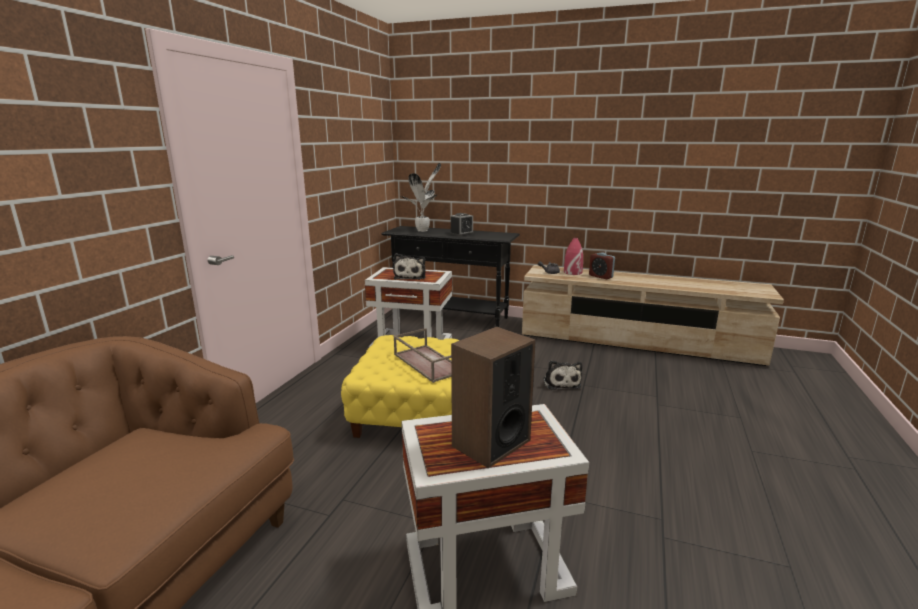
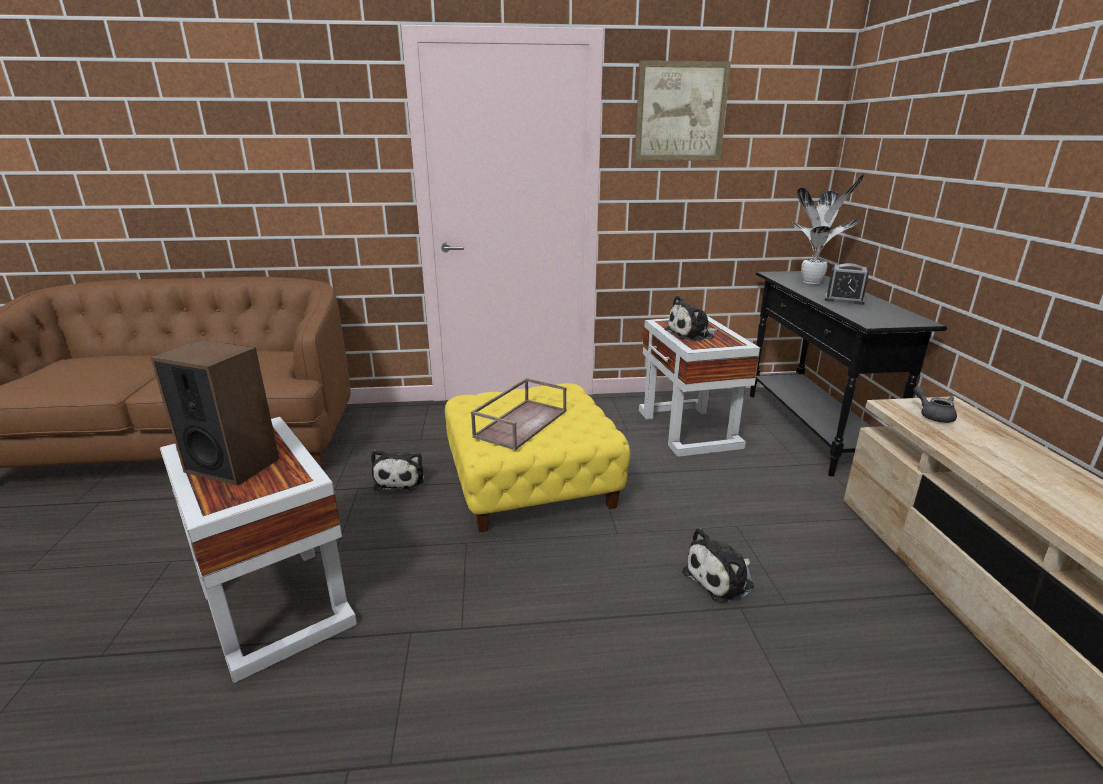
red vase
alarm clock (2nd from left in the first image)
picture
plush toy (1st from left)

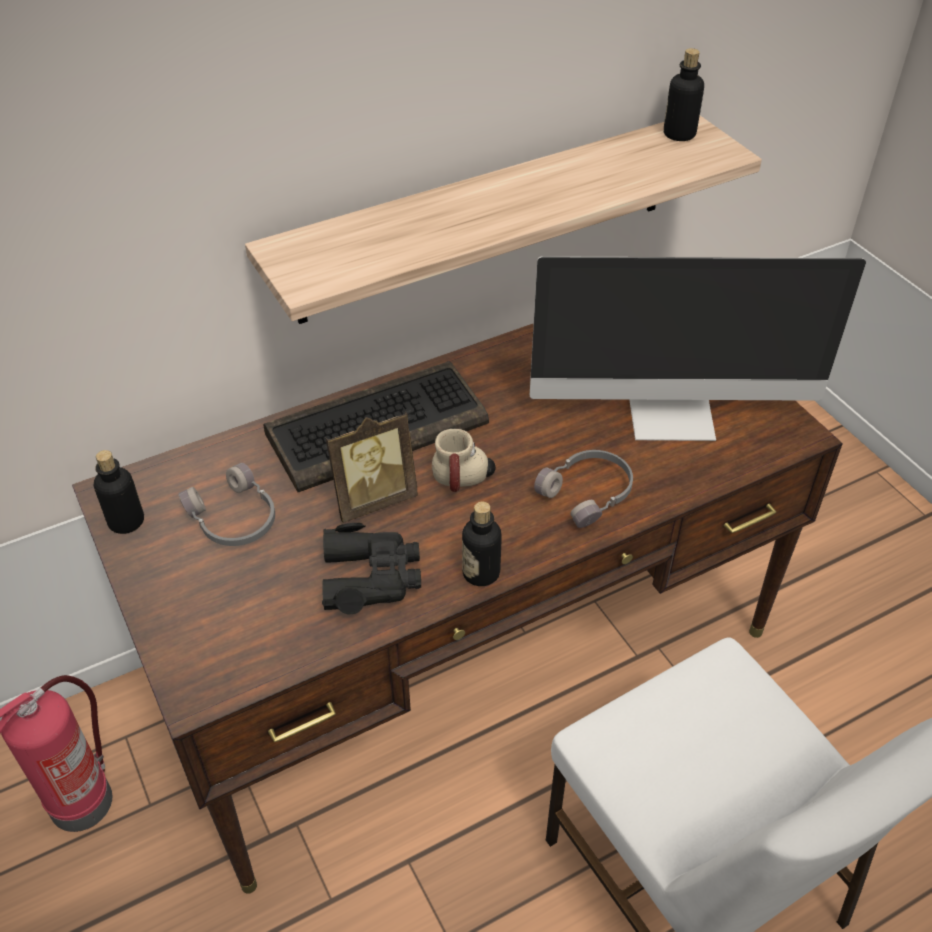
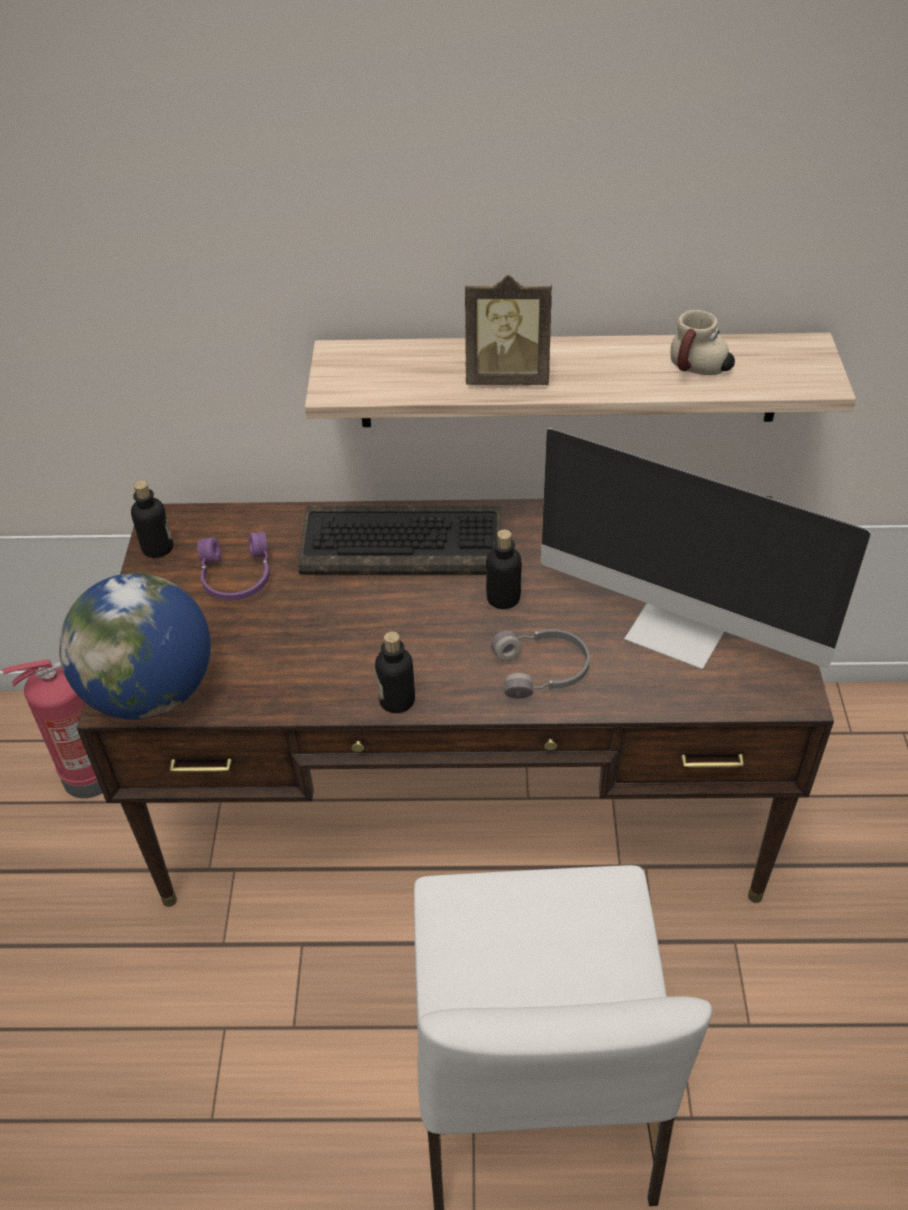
bottle (3rd from left)
picture frame
mug
purple headphones
black binoculars
globe

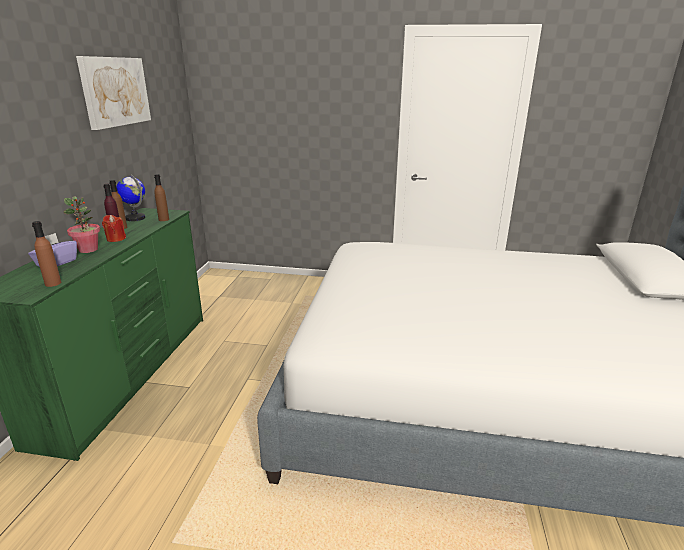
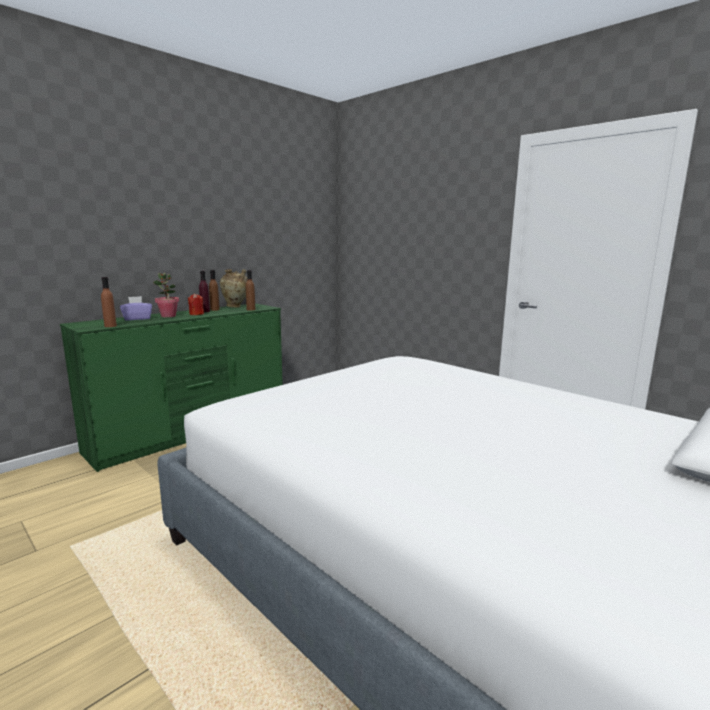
picture
beige vase

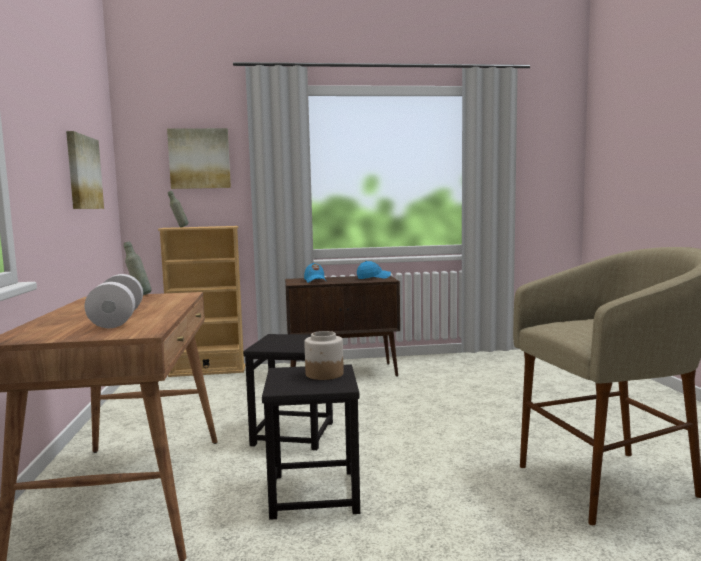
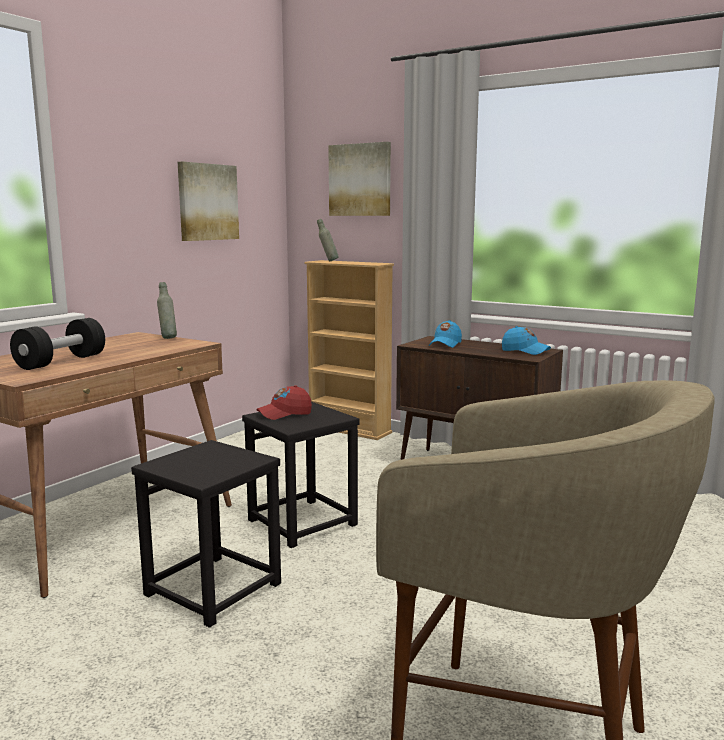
black dumbbell
jar
red cap

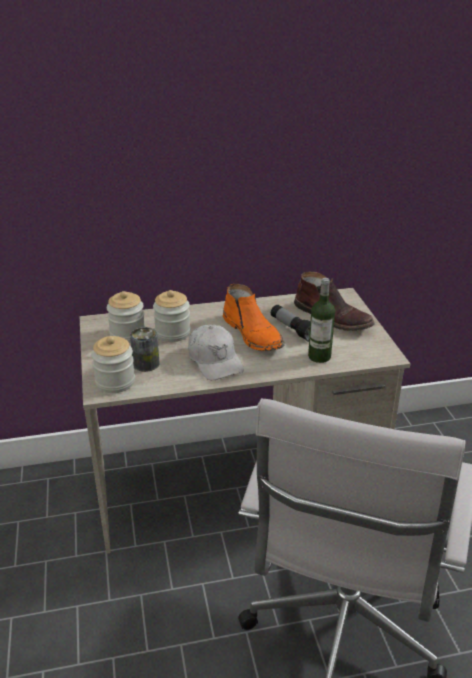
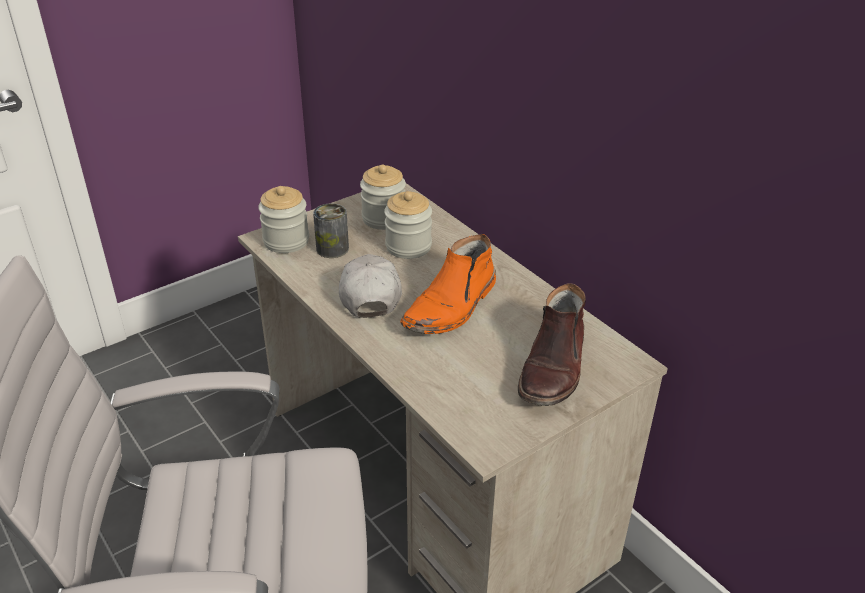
bottle
flashlight
white cap

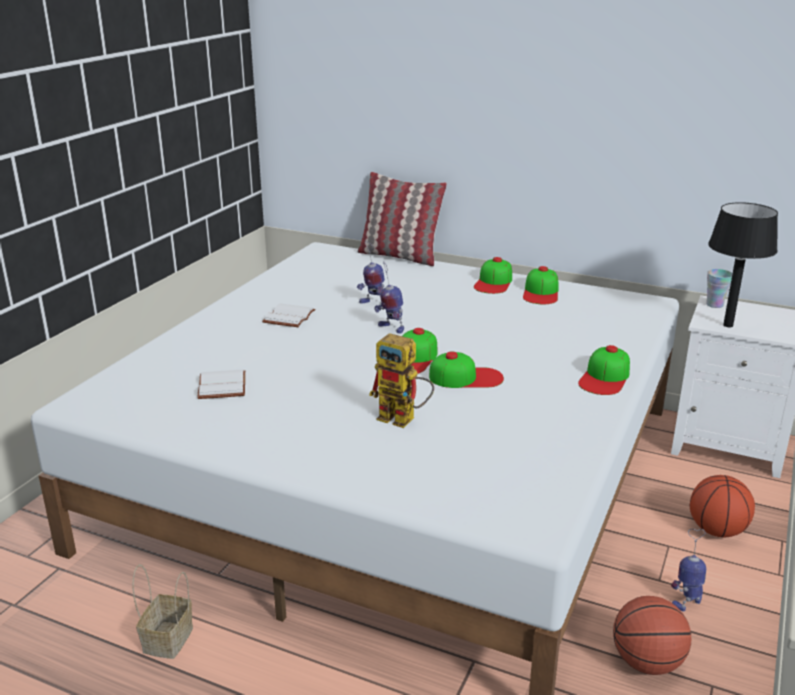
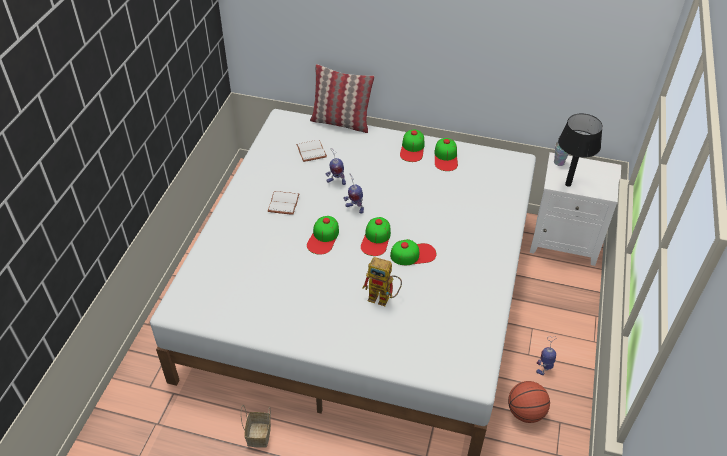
cap (1st from left)
white book (2nd from left)
basketball (2nd from left in the first image)

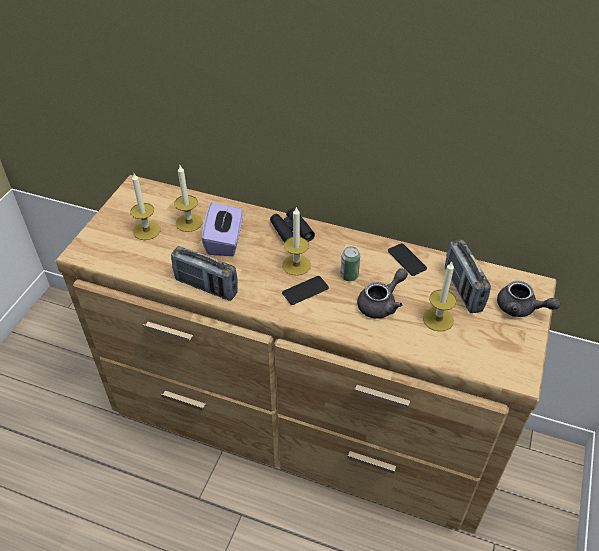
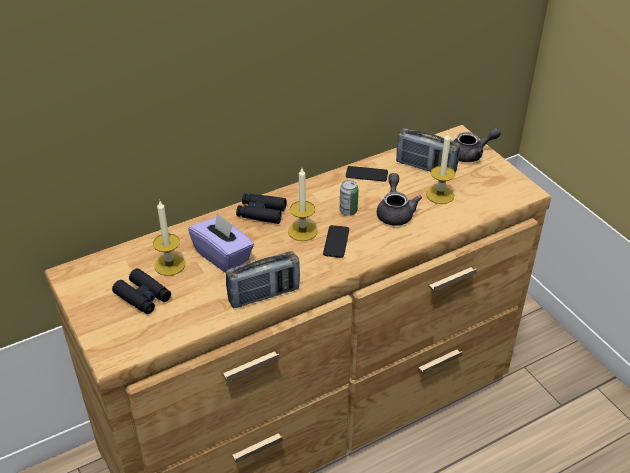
black binoculars (1st from left)

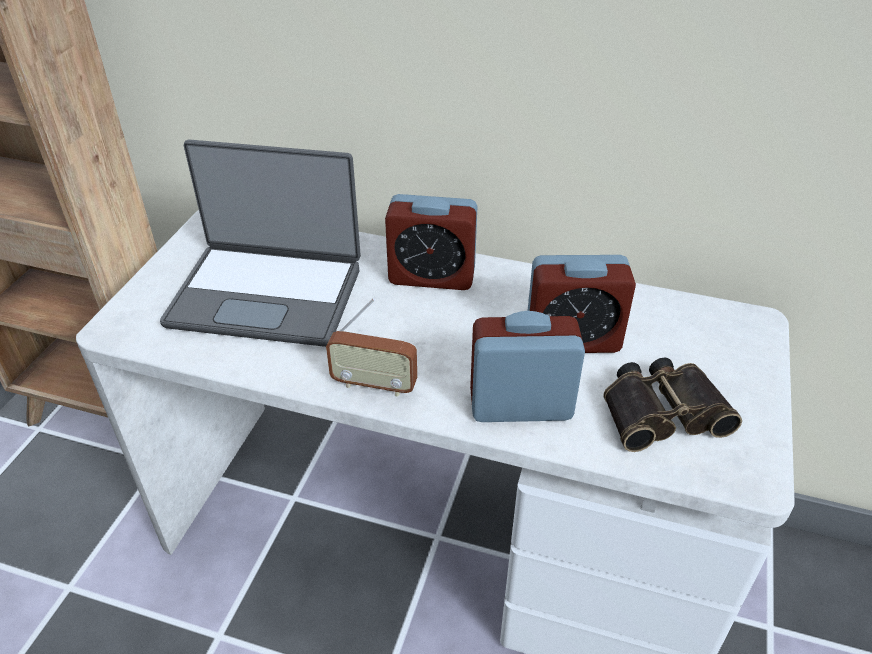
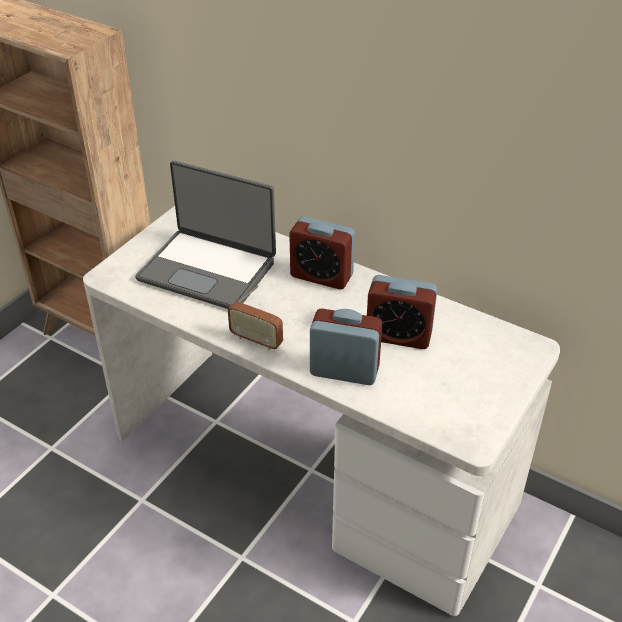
binoculars

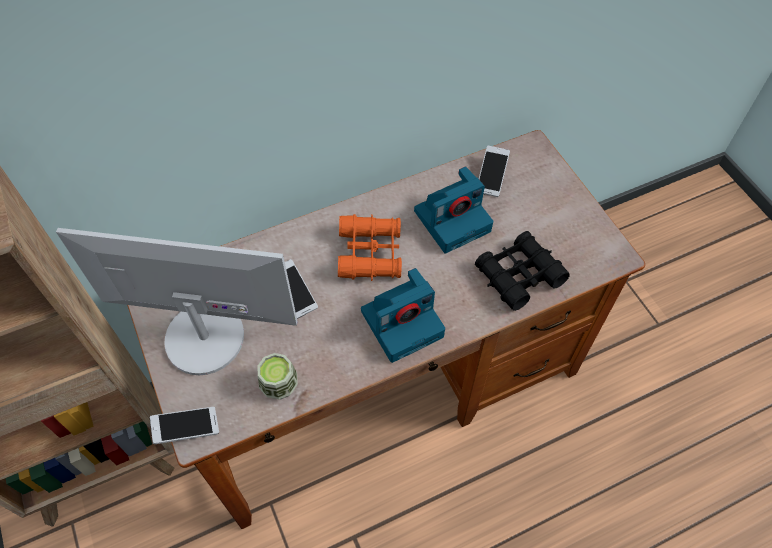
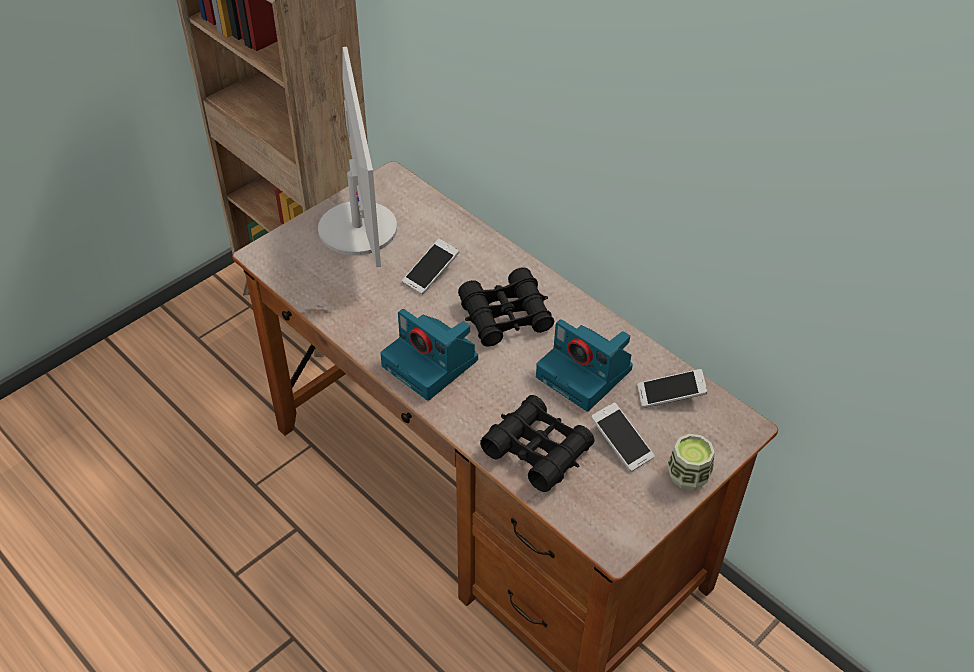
black binoculars (1st from left)
cup
phone (2nd from left)

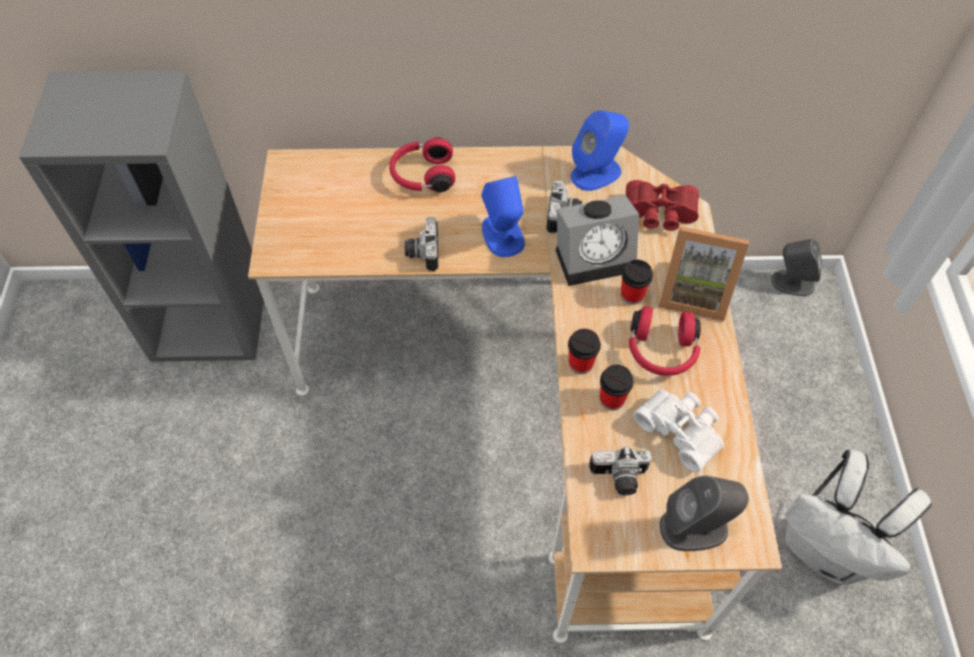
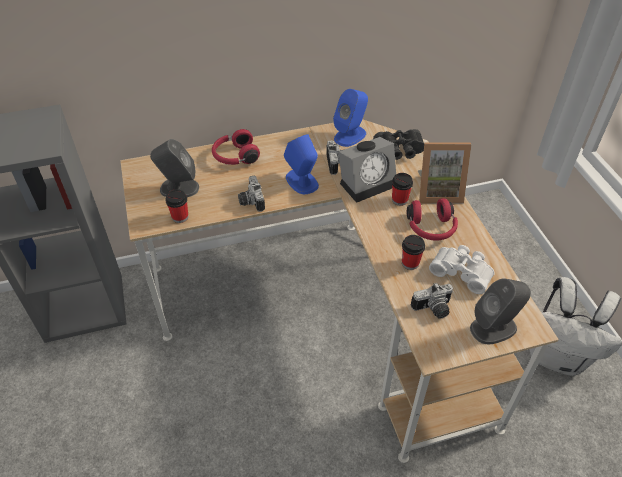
black binoculars
grey speaker (1st from left)
cup (1st from left)

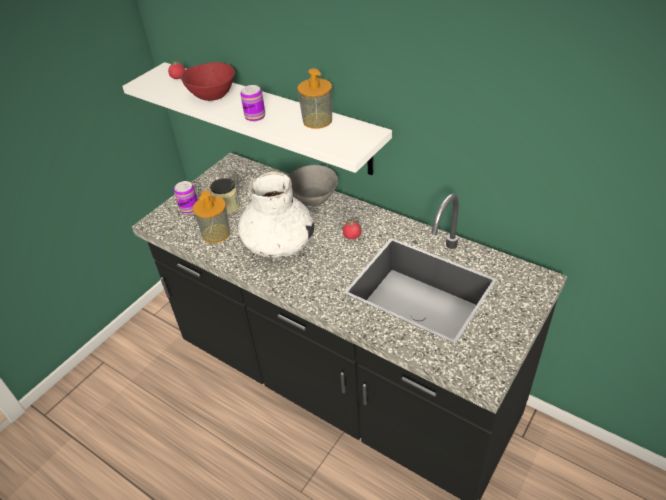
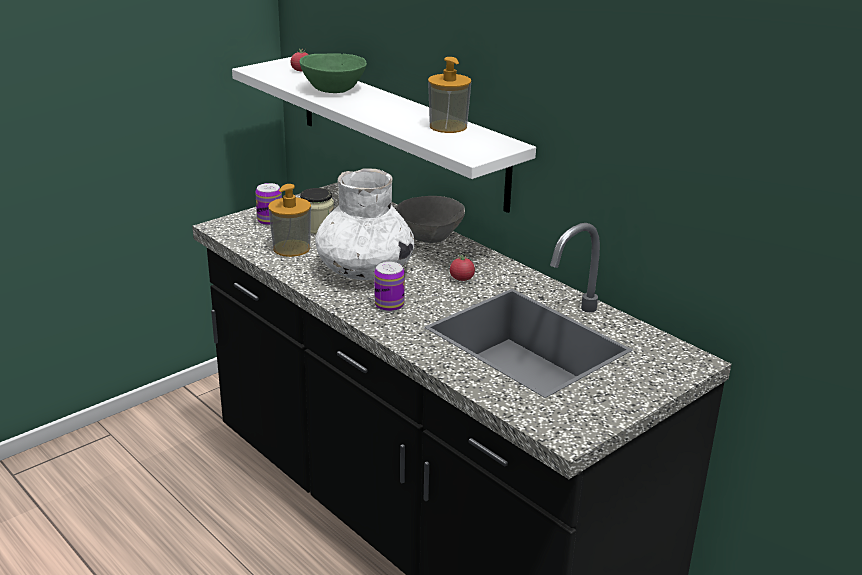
green bowl
can (2nd from left)

